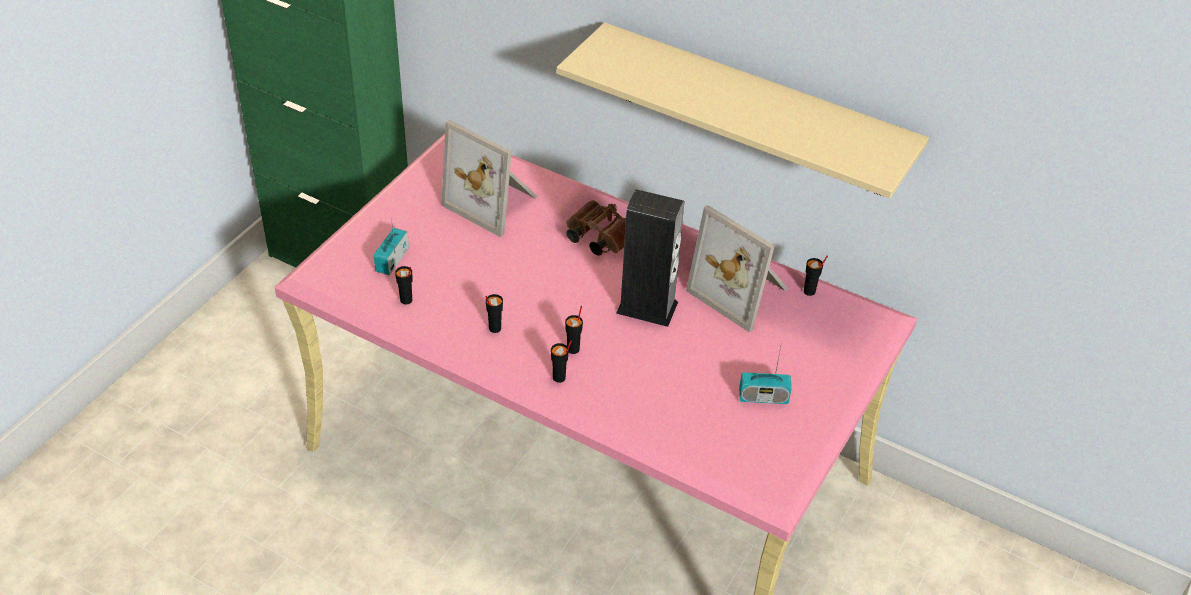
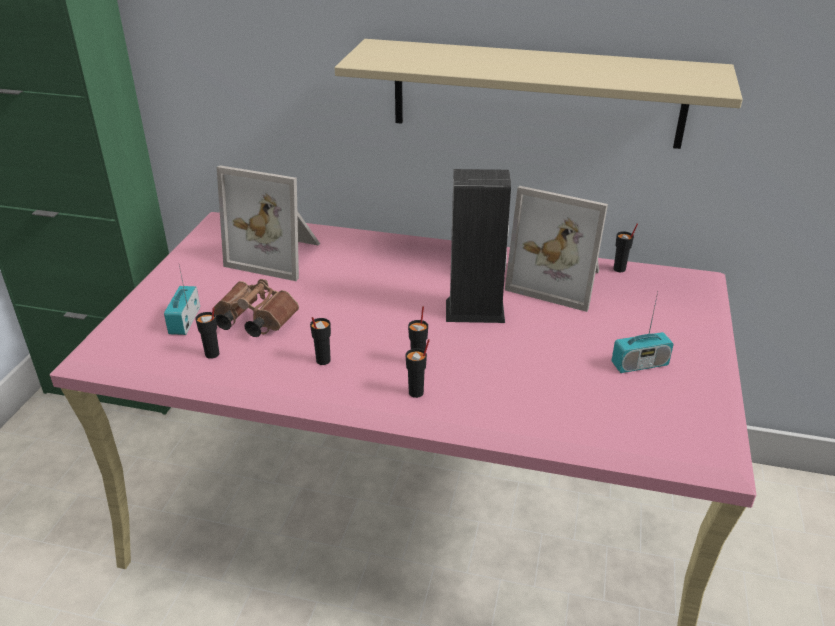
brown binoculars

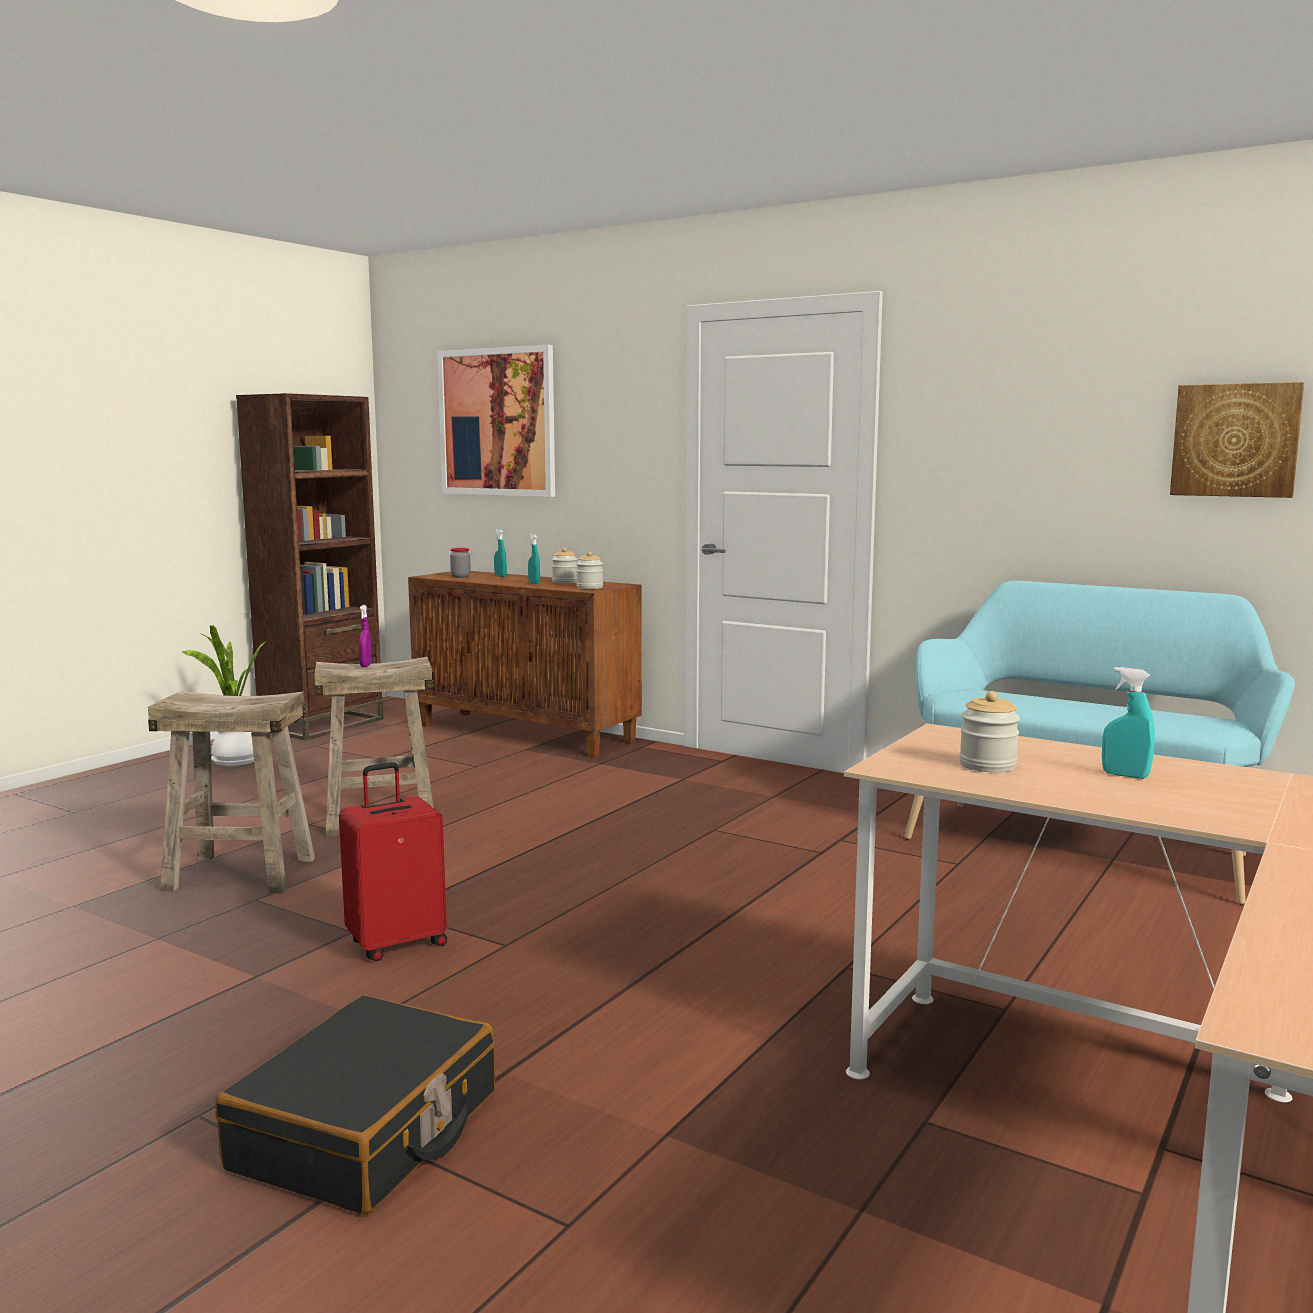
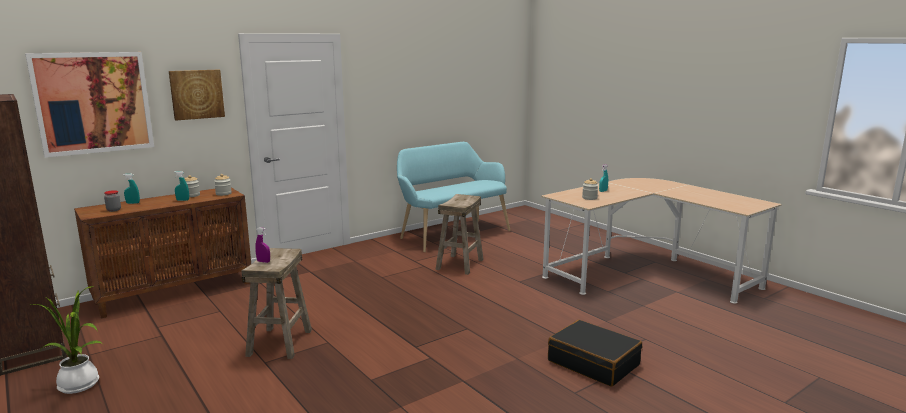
picture (2nd from left)
beige stool (2nd from left)
red suitcase

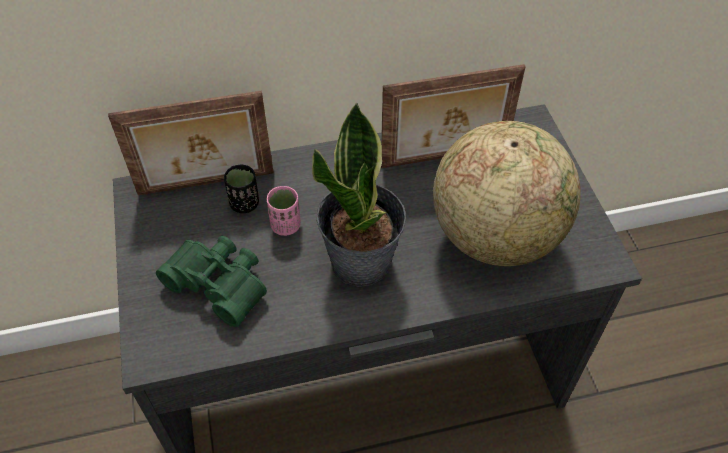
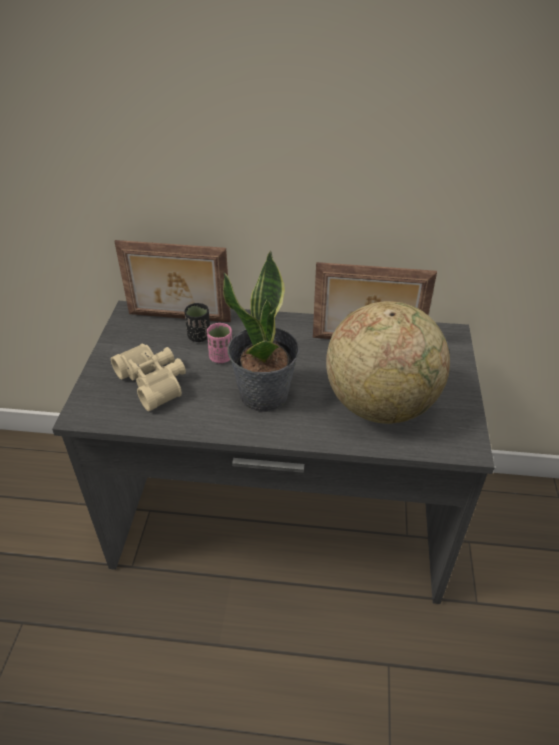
beige binoculars

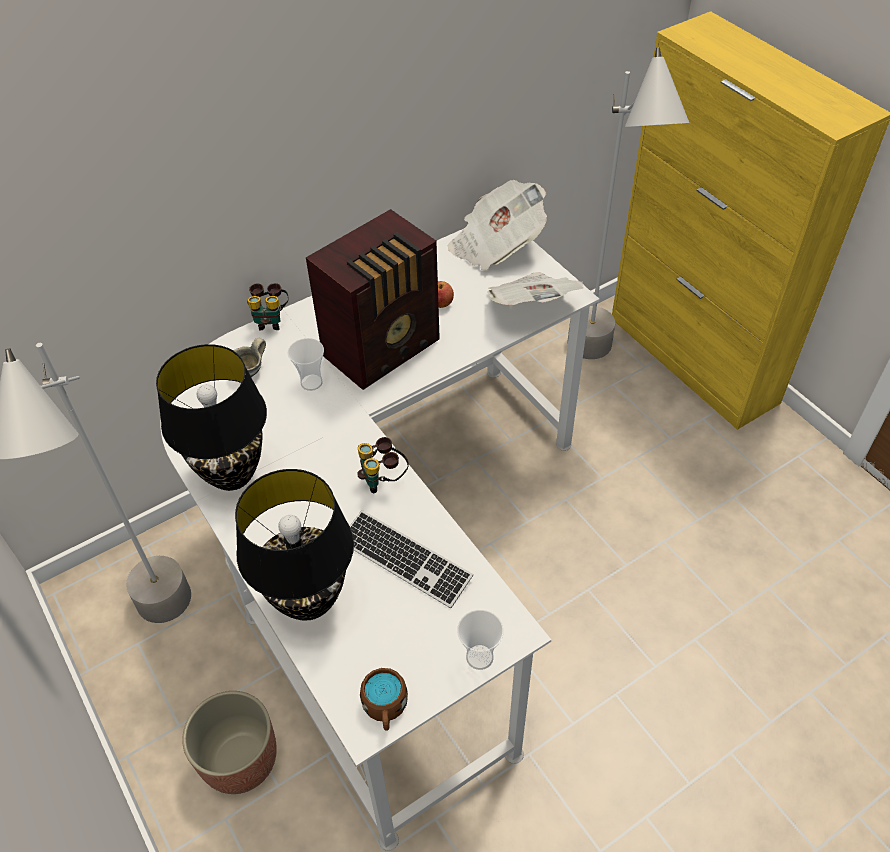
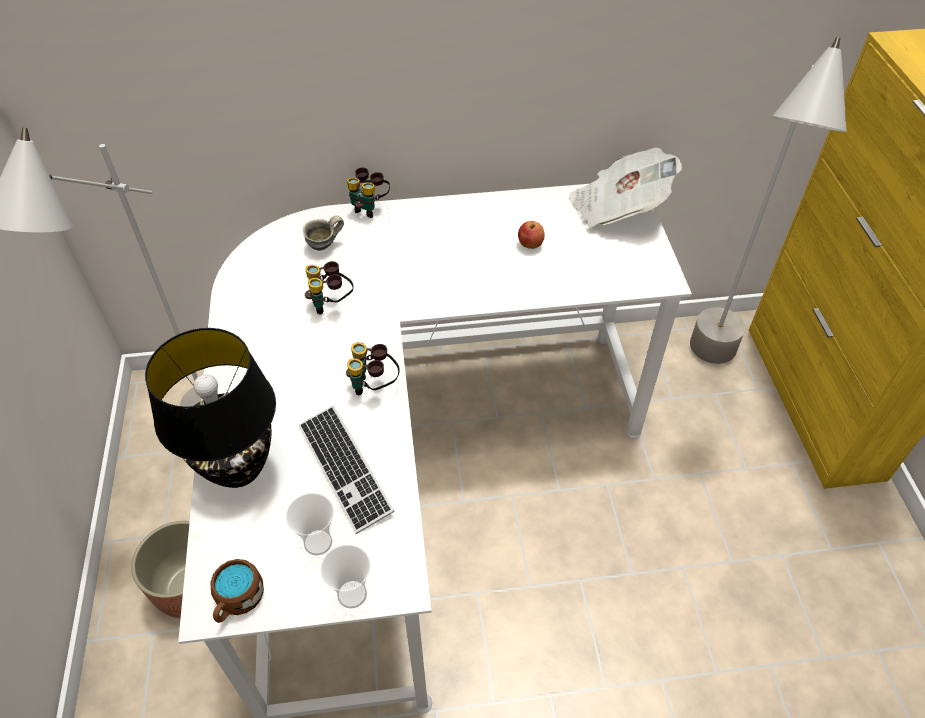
radio
newspaper (2nd from left in the first image)
cup (1st from left)
black table lamp (1st from left in the first image)
binoculars (1st from left)

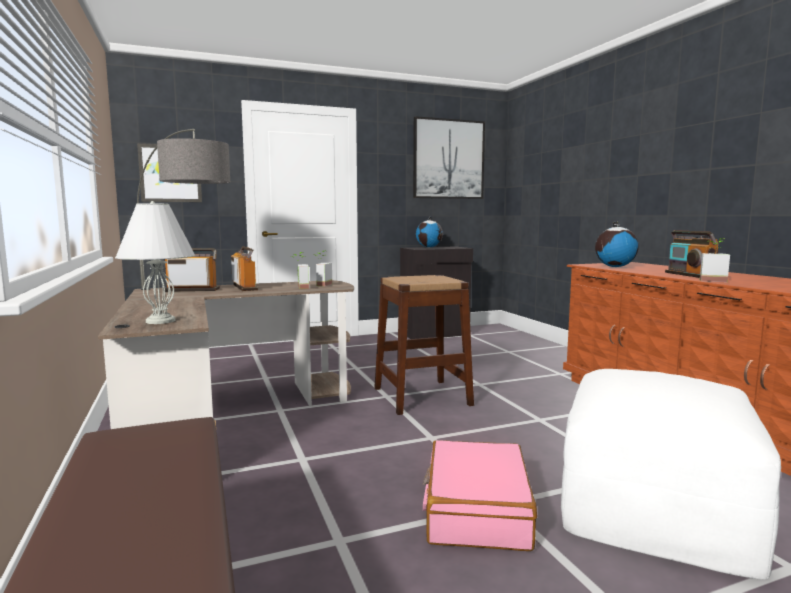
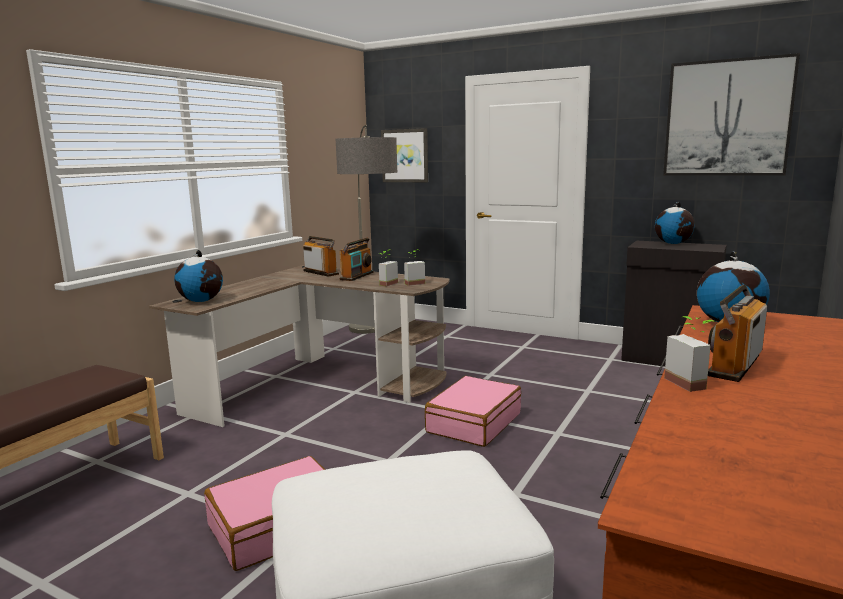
globe (1st from left)
pink suitcase (2nd from left)

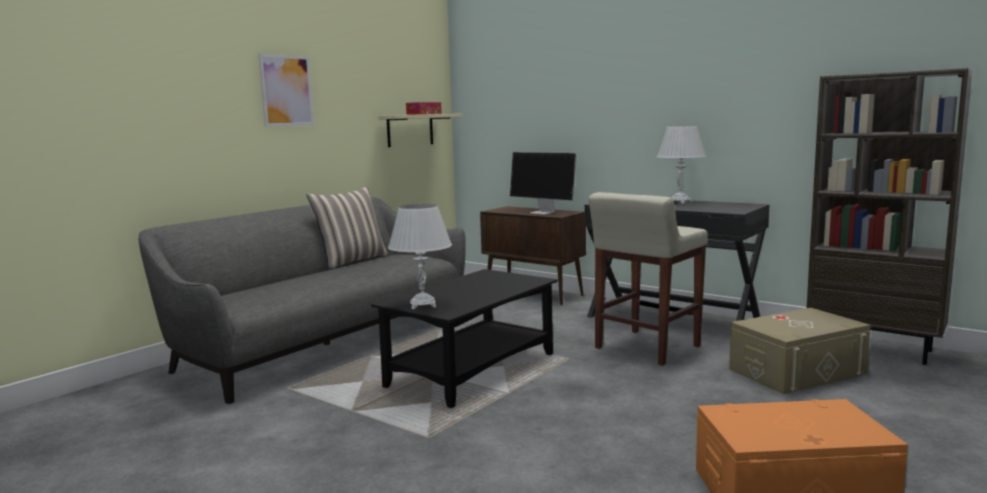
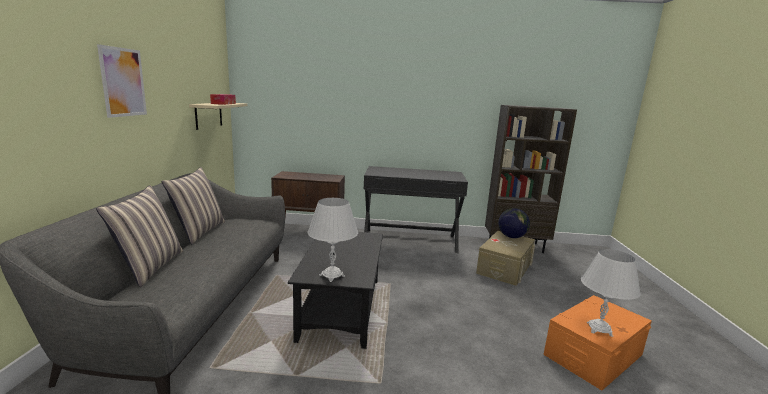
white table lamp (2nd from left)
monitor
beige stool
pillow (1st from left)
globe

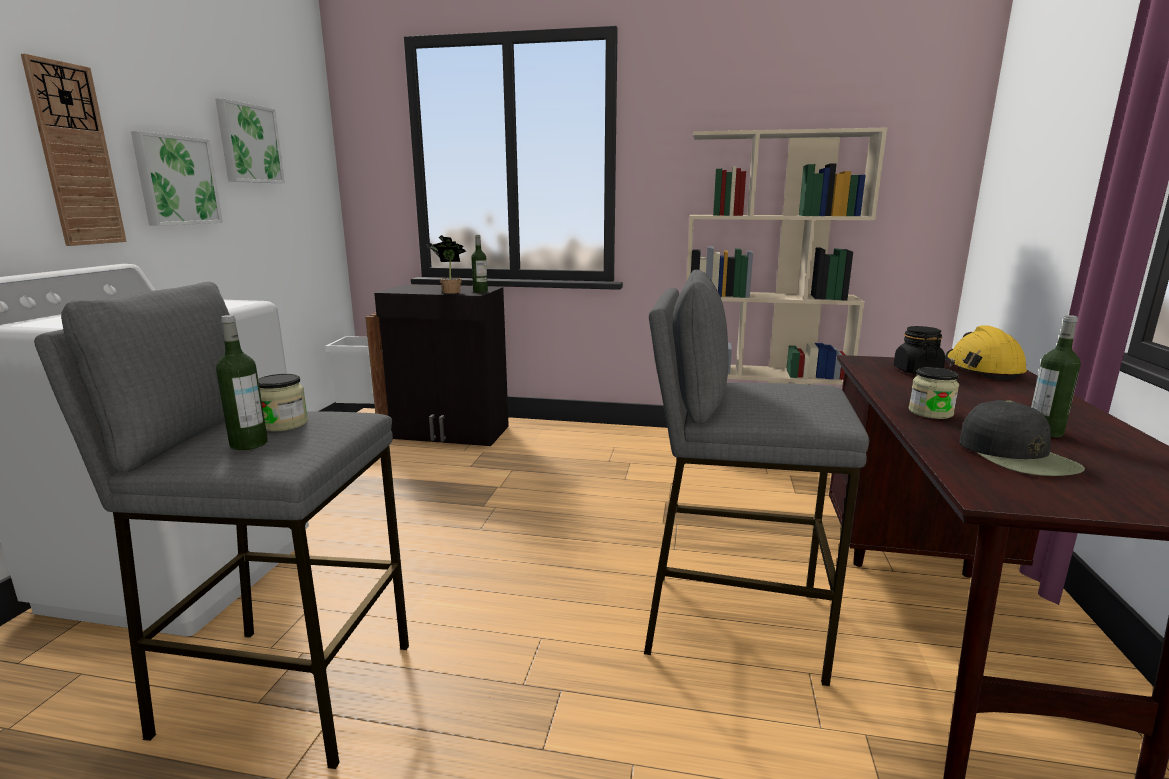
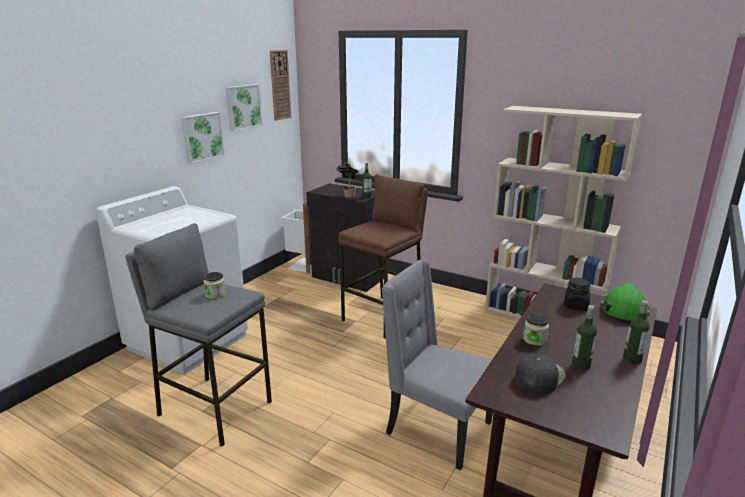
wall clock
grey chair
bottle (3rd from left)
green hard hat
black cap
brown stool

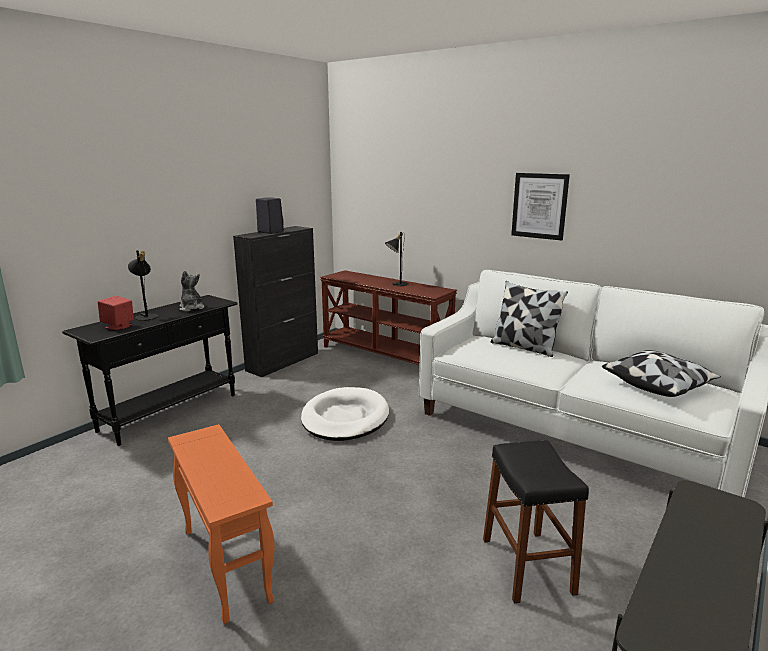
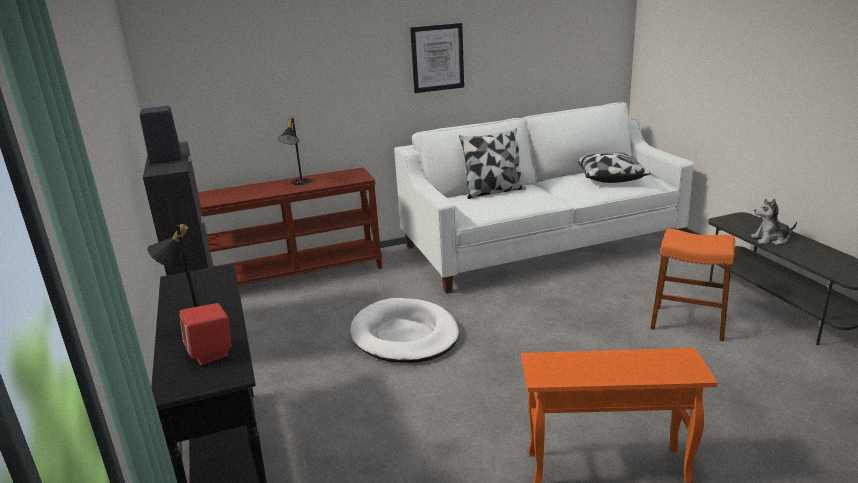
plush toy
orange stool

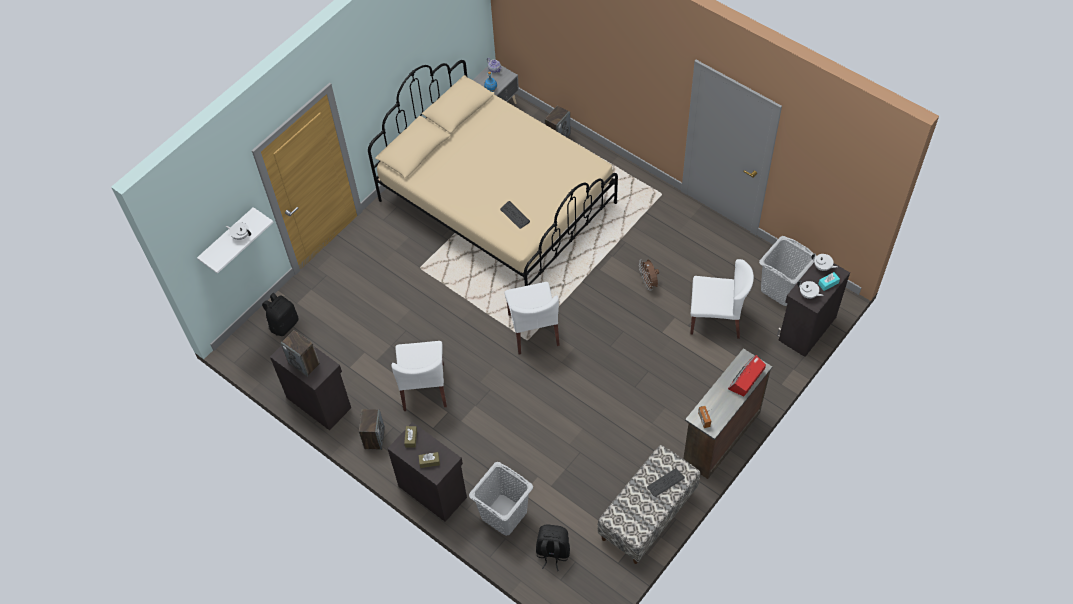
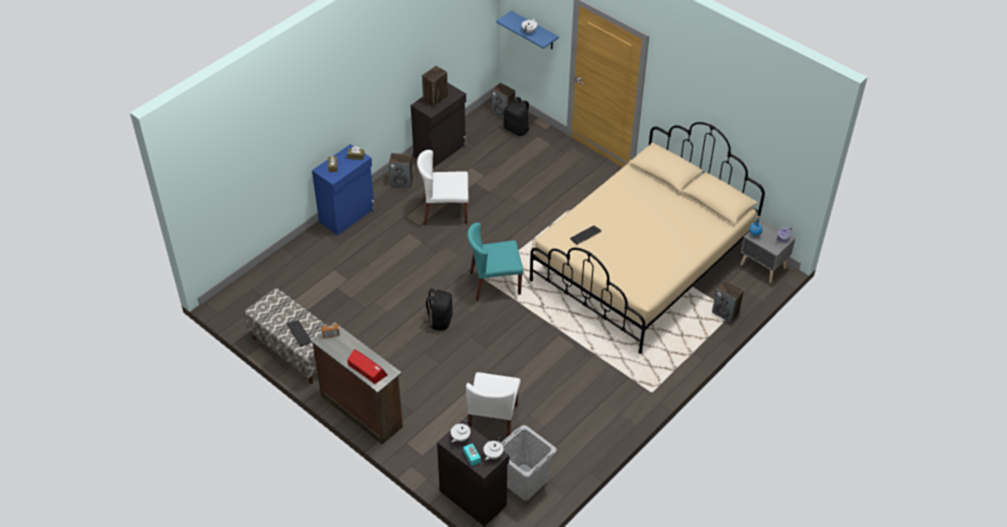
blue shelf
brown fan
turquoise chair
blue cabinet
grey laundry basket (1st from left in the first image)
black backpack (1st from left)
speaker (3rd from left)

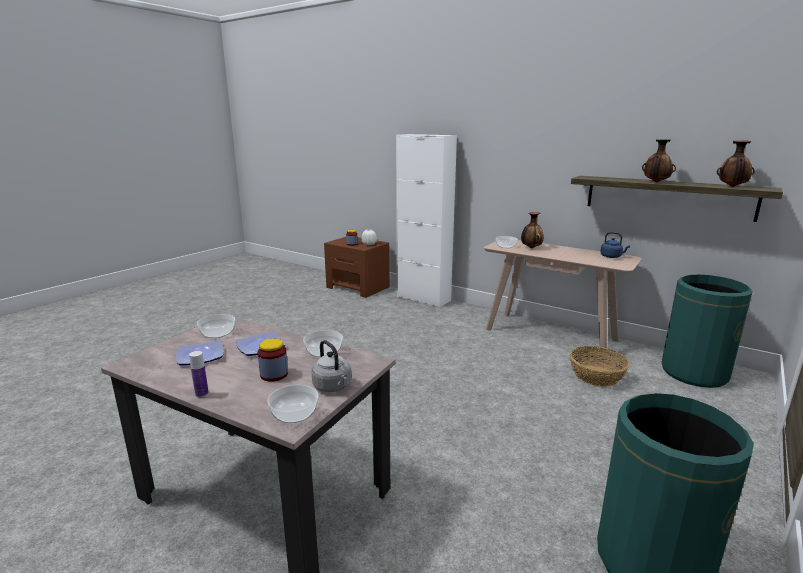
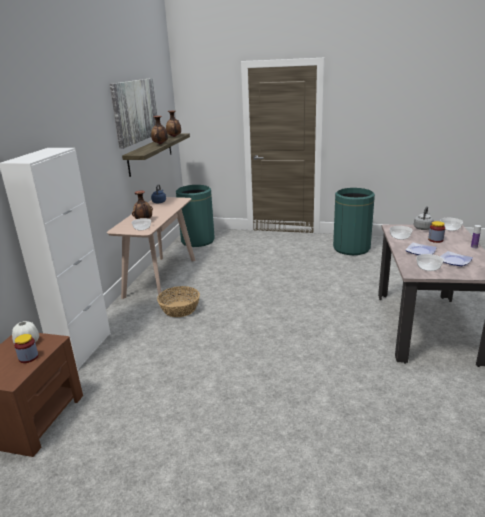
basket
picture

